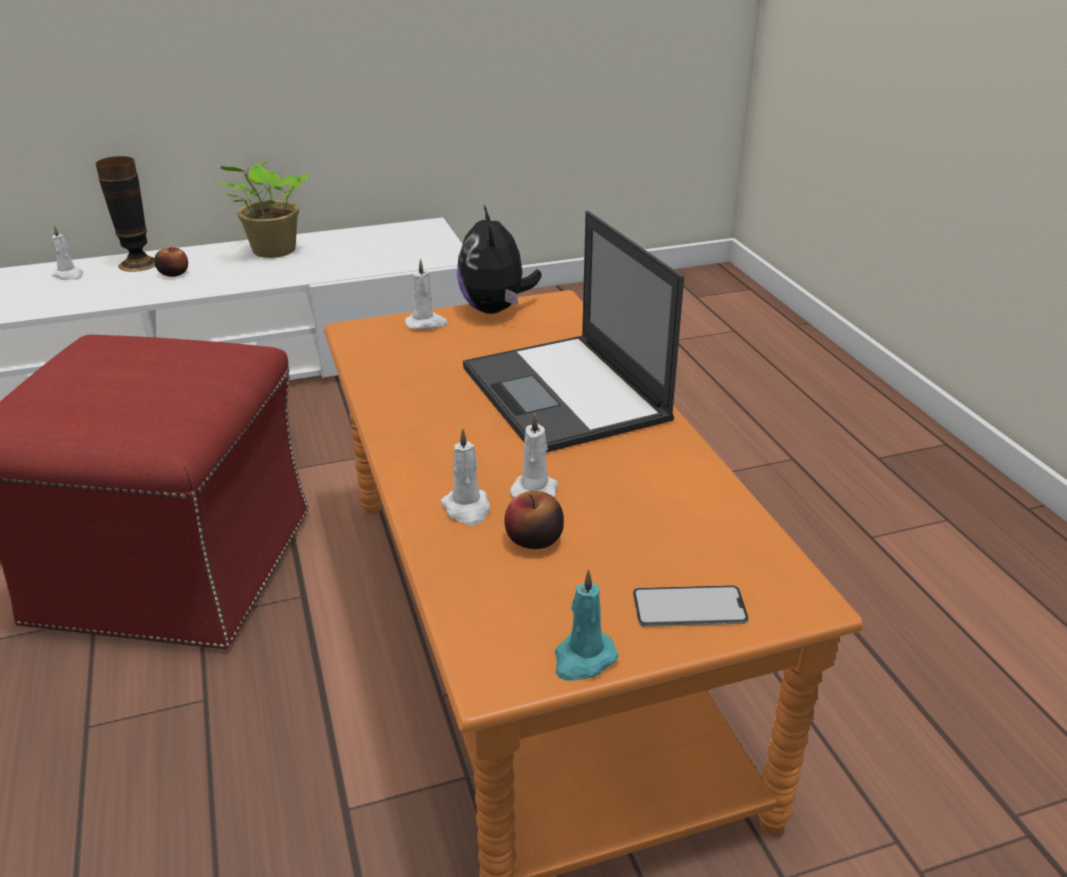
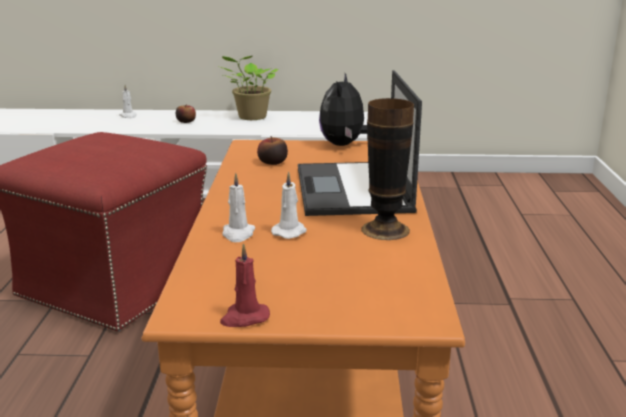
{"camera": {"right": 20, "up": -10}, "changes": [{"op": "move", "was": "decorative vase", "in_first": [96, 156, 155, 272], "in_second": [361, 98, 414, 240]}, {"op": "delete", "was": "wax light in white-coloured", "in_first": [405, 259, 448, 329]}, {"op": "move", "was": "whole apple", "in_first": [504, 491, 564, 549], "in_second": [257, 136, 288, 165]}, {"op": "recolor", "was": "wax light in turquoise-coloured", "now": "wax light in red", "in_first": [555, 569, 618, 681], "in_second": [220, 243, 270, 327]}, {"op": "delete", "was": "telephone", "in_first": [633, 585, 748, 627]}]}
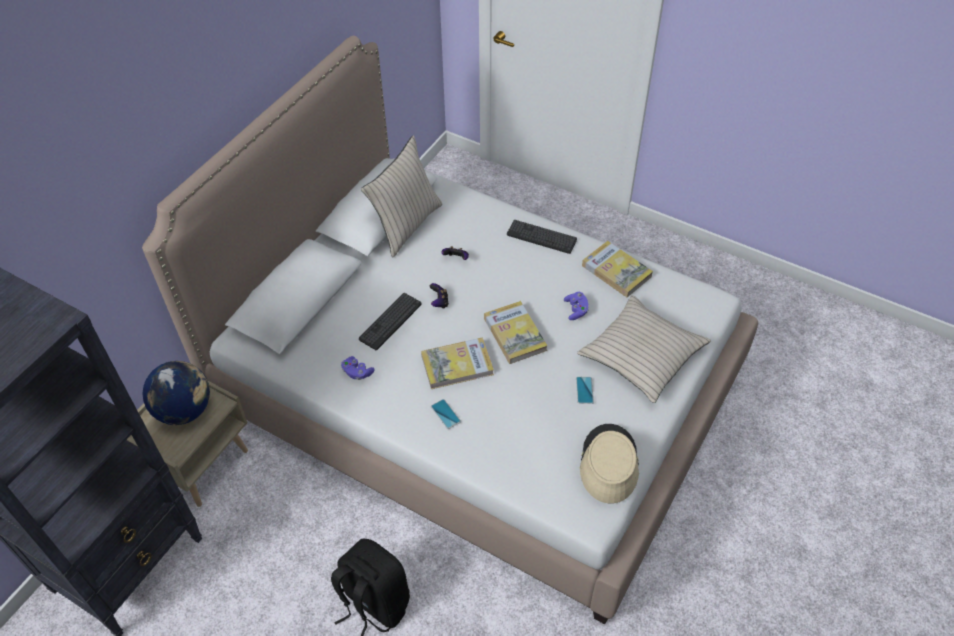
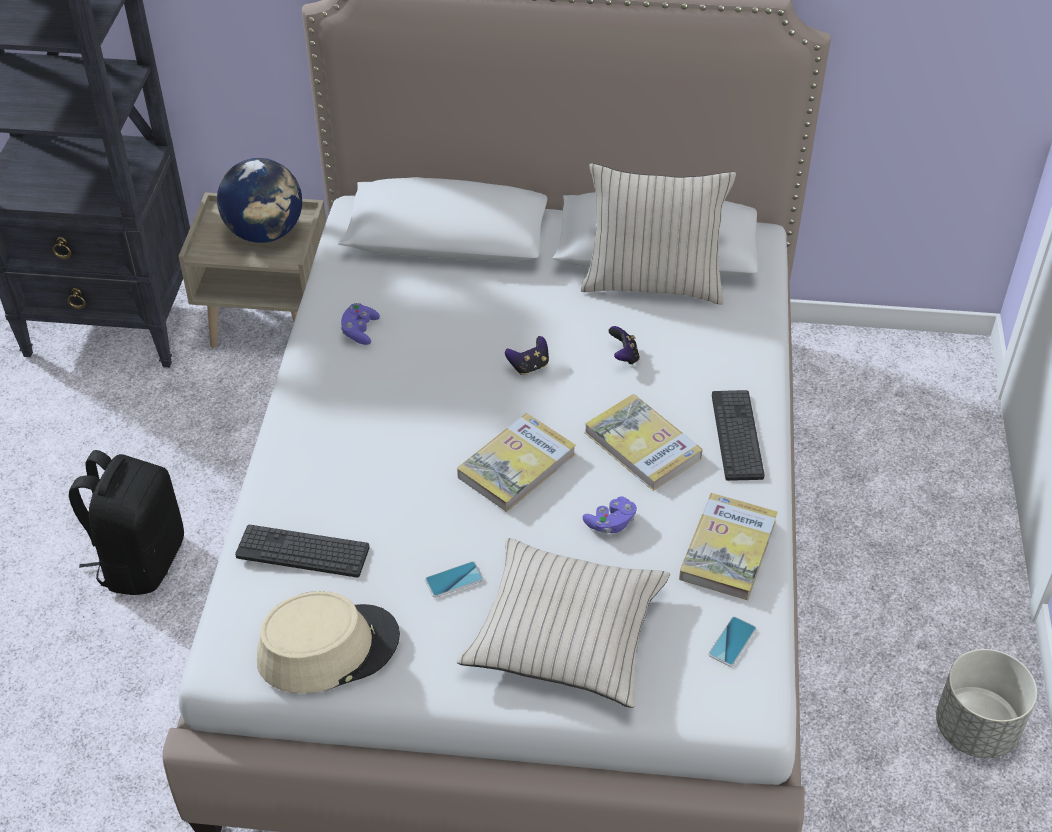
{"camera": {"right": 65, "up": -5}, "changes": [{"op": "move", "was": "keyboard", "in_first": [359, 293, 422, 350], "in_second": [235, 525, 370, 578]}, {"op": "move", "was": "book", "in_first": [421, 338, 494, 389], "in_second": [585, 394, 703, 491]}, {"op": "move", "was": "telephone", "in_first": [431, 399, 461, 429], "in_second": [708, 616, 757, 667]}, {"op": "insert", "now": "flower pot in greyish", "in_second": [936, 649, 1037, 758]}]}
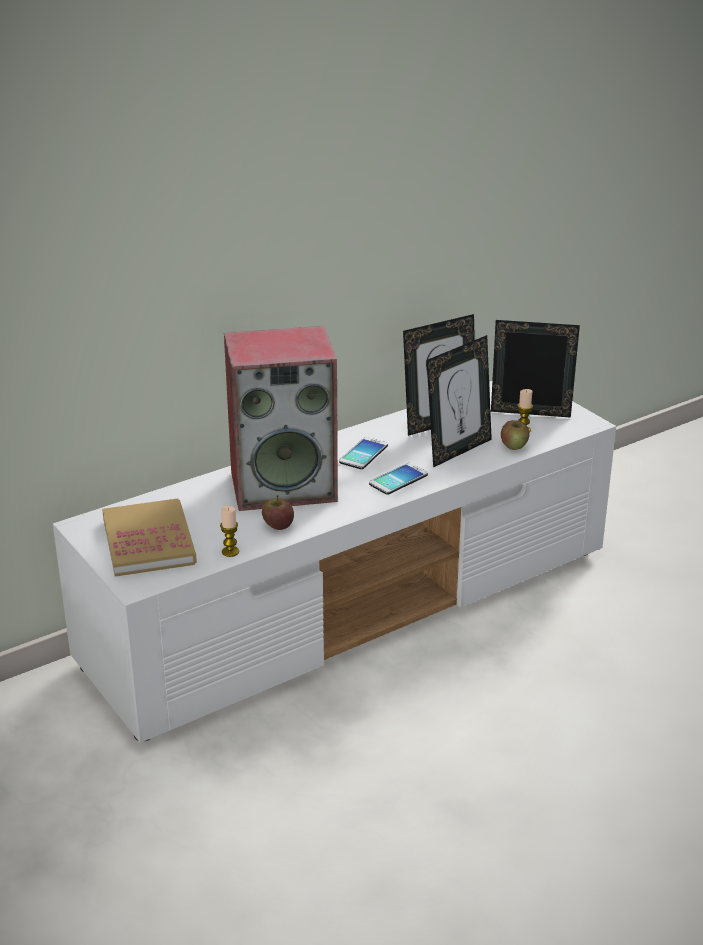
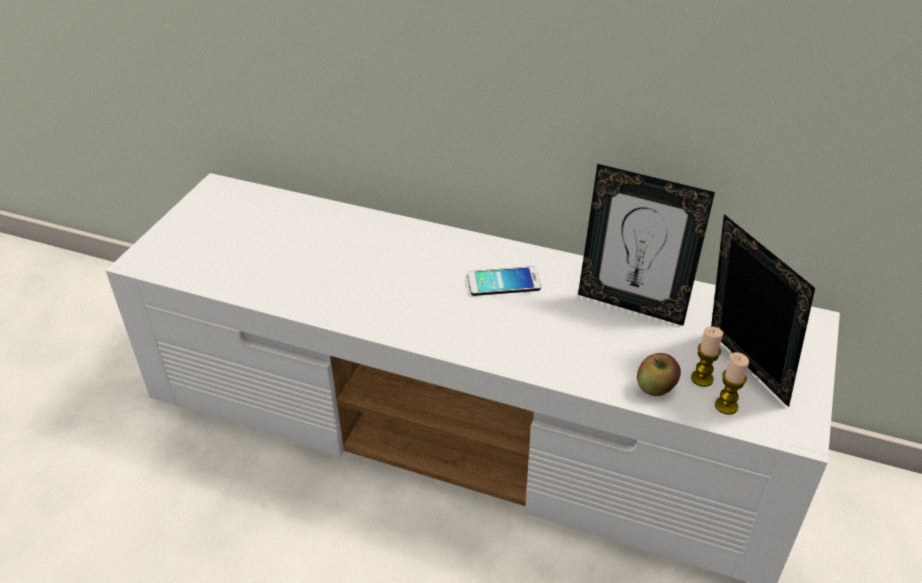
{"camera": {"right": 55, "up": 10}, "changes": [{"op": "delete", "was": "audio speaker", "in_first": [224, 326, 338, 511]}, {"op": "delete", "was": "photo frame", "in_first": [426, 335, 492, 467]}, {"op": "delete", "was": "telephone", "in_first": [369, 463, 428, 495]}, {"op": "delete", "was": "whole apple", "in_first": [262, 495, 294, 530]}, {"op": "delete", "was": "book", "in_first": [102, 498, 197, 577]}, {"op": "move", "was": "wax light", "in_first": [220, 506, 239, 557], "in_second": [715, 352, 749, 415]}]}
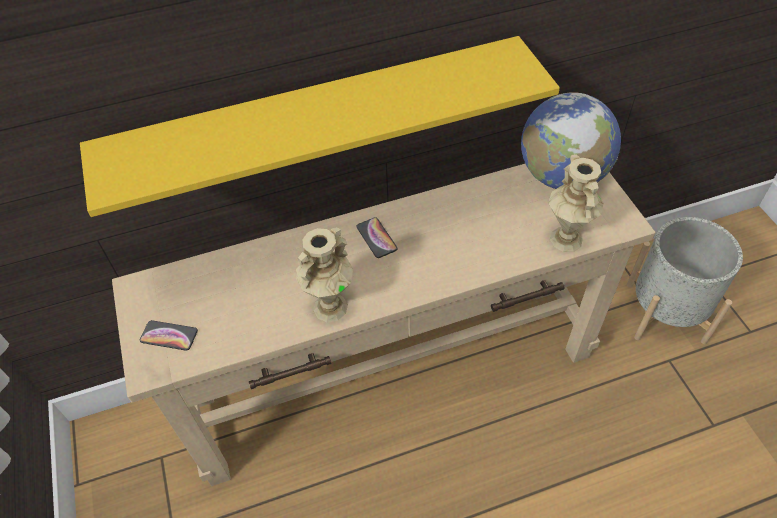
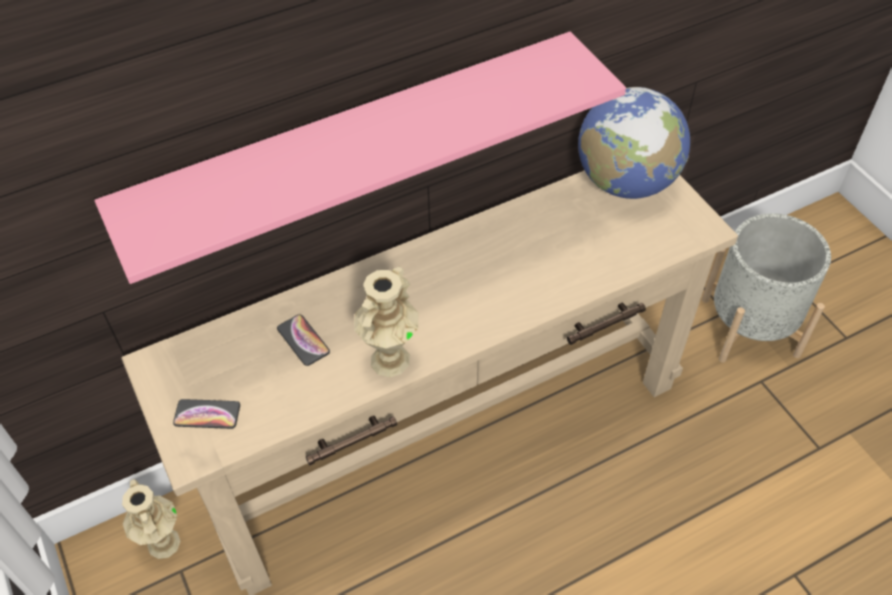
{"camera": {"right": -10, "up": 0}, "changes": [{"op": "recolor", "was": "shelf in yellow", "now": "shelf in pink-coloured", "in_first": [80, 36, 560, 217], "in_second": [94, 31, 626, 284]}, {"op": "move", "was": "decorative vase in beige", "in_first": [548, 154, 603, 252], "in_second": [122, 479, 180, 559]}, {"op": "move", "was": "telephone", "in_first": [356, 217, 398, 258], "in_second": [277, 314, 330, 366]}]}
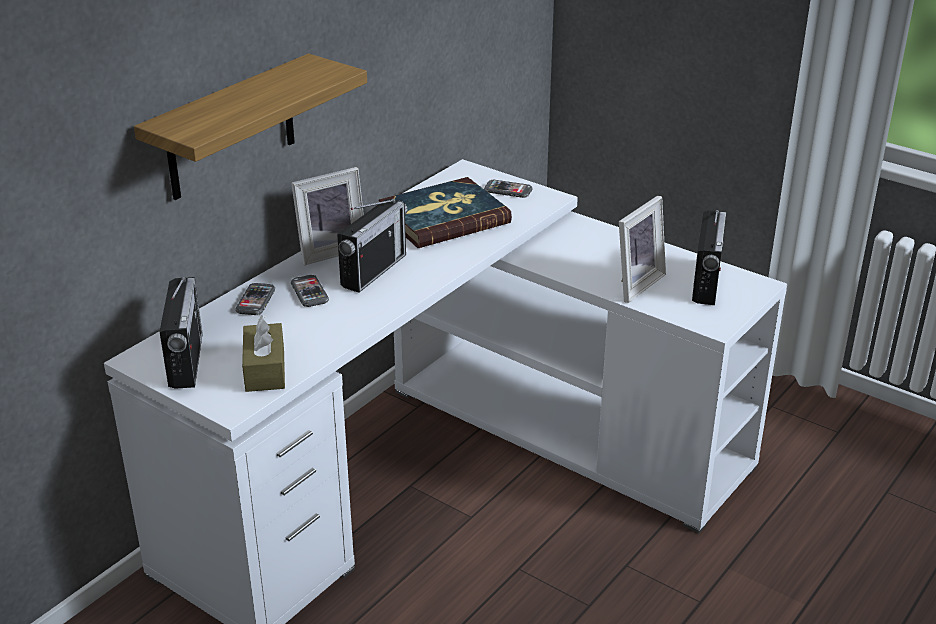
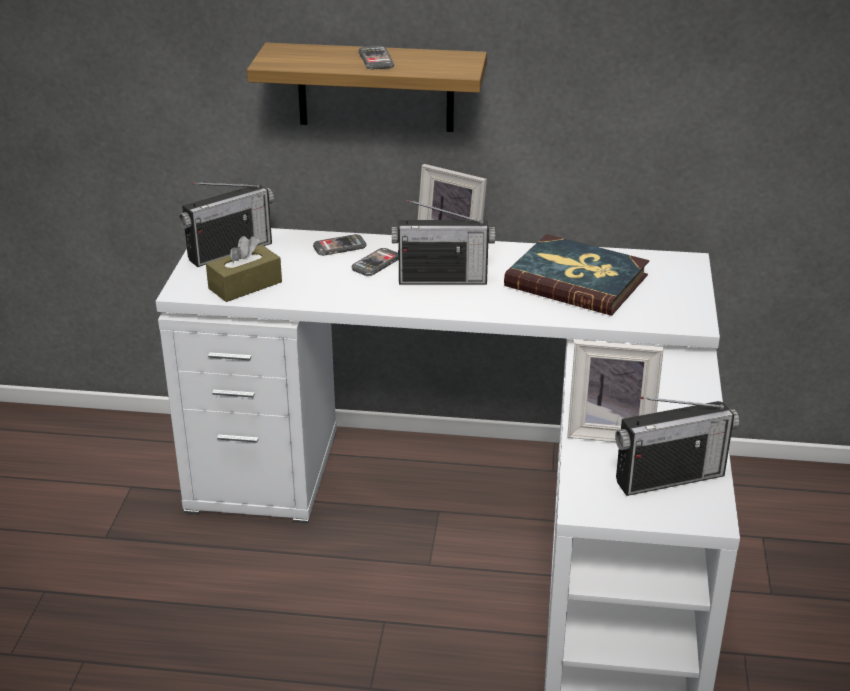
{"camera": {"right": 60, "up": 0}, "changes": [{"op": "move", "was": "telephone", "in_first": [484, 180, 533, 198], "in_second": [359, 46, 394, 70]}]}
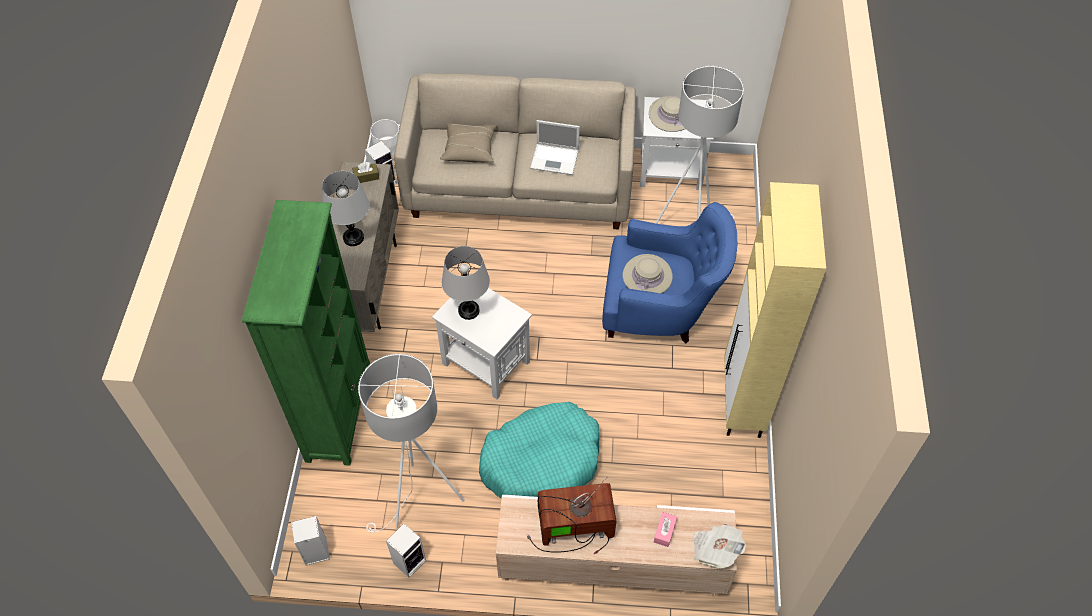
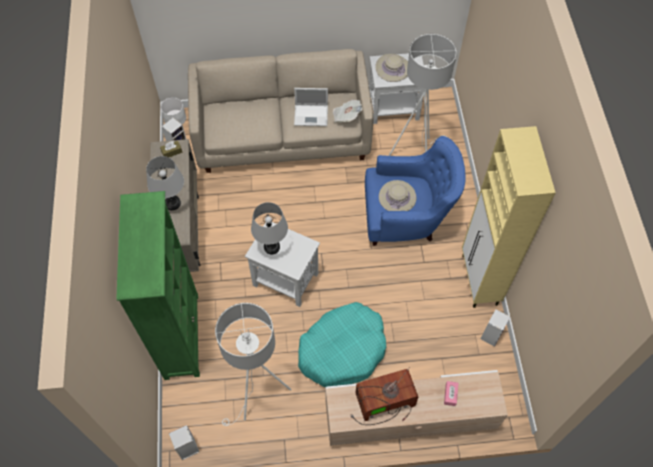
{"camera": {"right": -10, "up": 5}, "changes": [{"op": "delete", "was": "throw pillow in beige", "in_first": [440, 123, 497, 163]}, {"op": "move", "was": "audio speaker", "in_first": [386, 524, 426, 578], "in_second": [481, 309, 510, 347]}, {"op": "move", "was": "printed paper", "in_first": [694, 524, 746, 568], "in_second": [333, 100, 362, 123]}]}
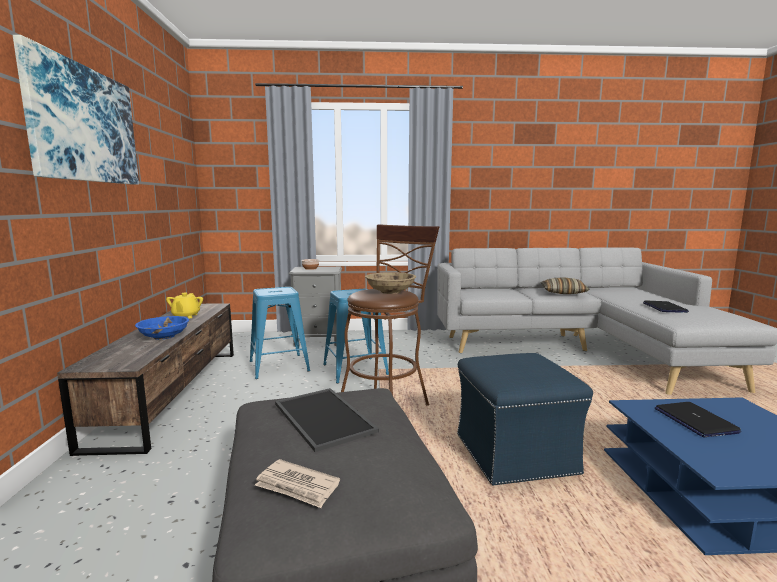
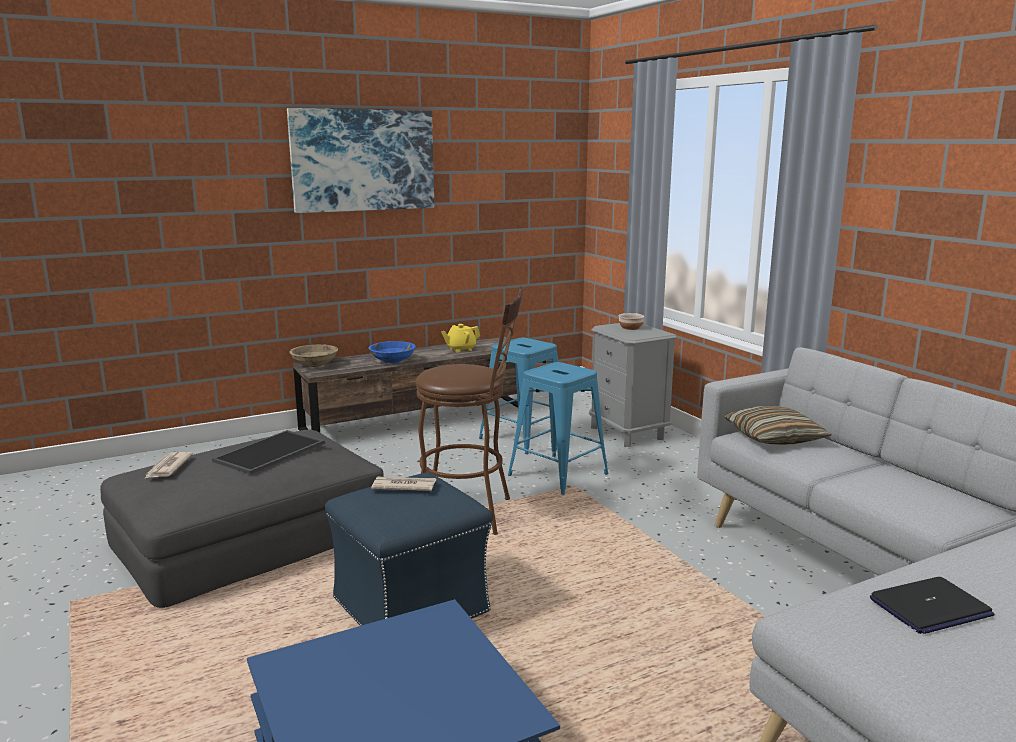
{"camera": {"right": 65, "up": 5}, "changes": [{"op": "move", "was": "serving bowl in beige", "in_first": [365, 272, 416, 294], "in_second": [289, 345, 338, 367]}, {"op": "move", "was": "throw pillow", "in_first": [540, 277, 589, 294], "in_second": [724, 406, 831, 445]}, {"op": "delete", "was": "laptop", "in_first": [655, 402, 741, 437]}, {"op": "insert", "now": "printed paper", "in_second": [371, 477, 436, 491]}]}
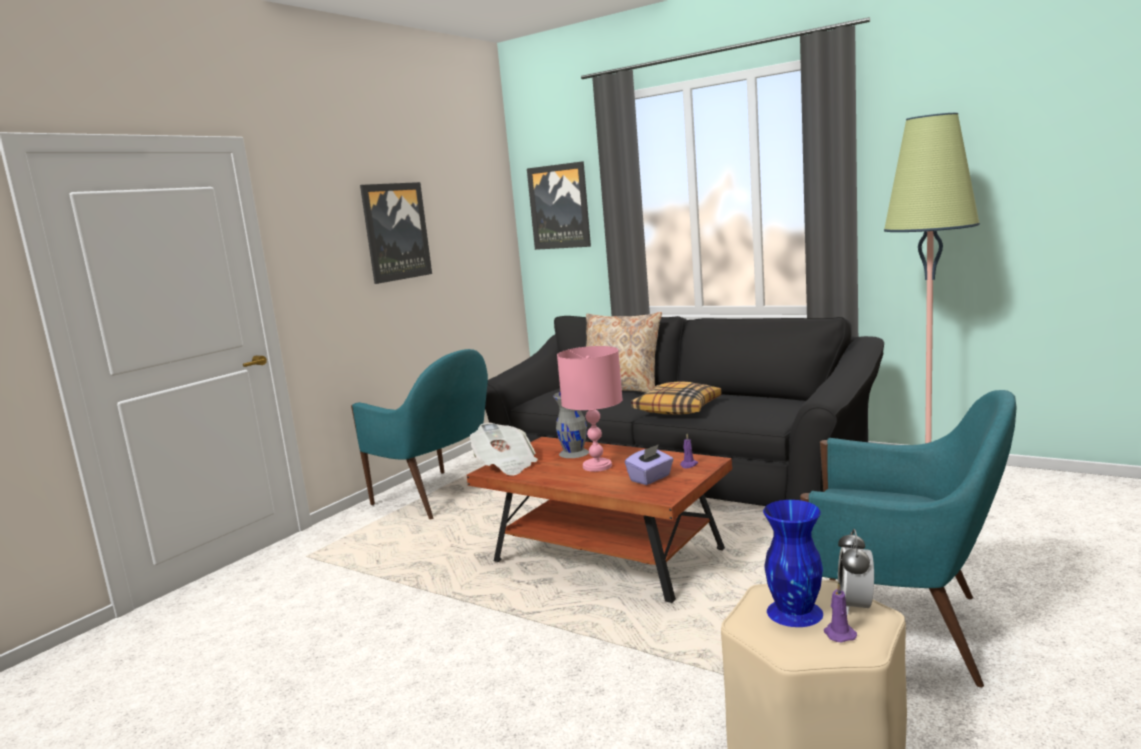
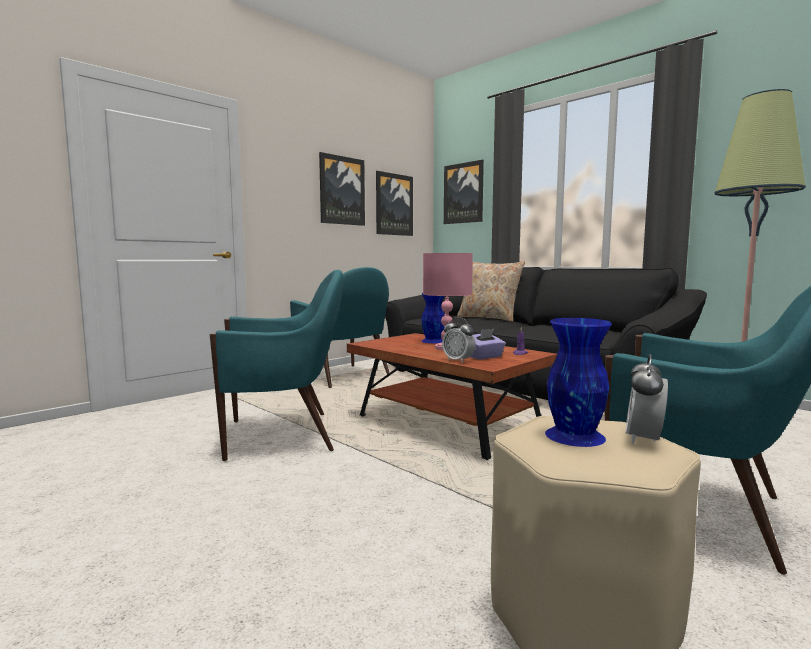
{"camera": {"right": 10, "up": -5}, "changes": [{"op": "delete", "was": "throw pillow", "in_first": [631, 382, 722, 415]}, {"op": "recolor", "was": "decorative vase in greyish", "now": "decorative vase in bluish", "in_first": [553, 392, 589, 458], "in_second": [421, 293, 445, 343]}, {"op": "delete", "was": "printed paper", "in_first": [469, 423, 538, 476]}, {"op": "delete", "was": "wax light in purple", "in_first": [824, 582, 857, 643]}, {"op": "insert", "now": "picture", "in_second": [376, 171, 413, 236]}, {"op": "insert", "now": "lounge chair in turquoise-coloured", "in_second": [210, 270, 343, 461]}, {"op": "insert", "now": "alarm clock", "in_second": [442, 317, 476, 363]}]}
